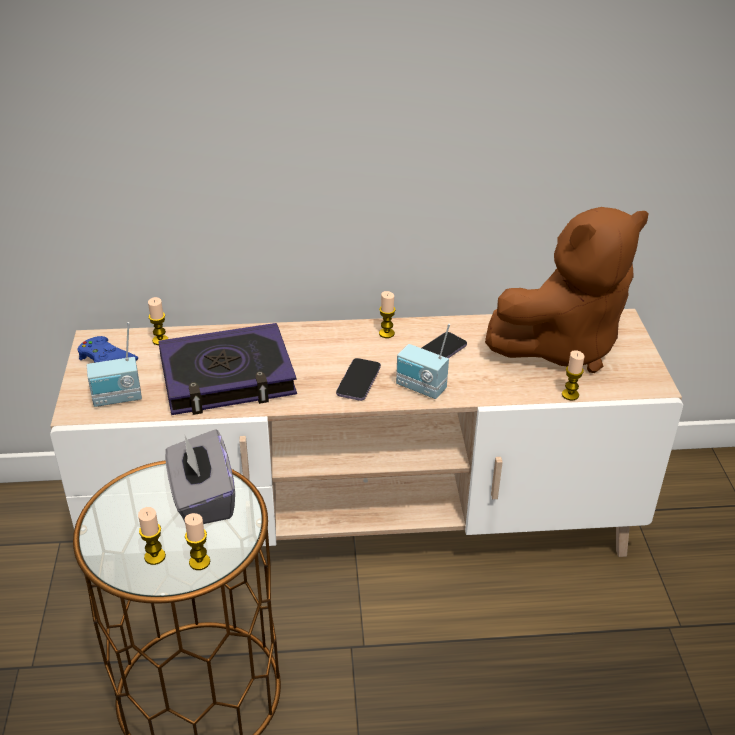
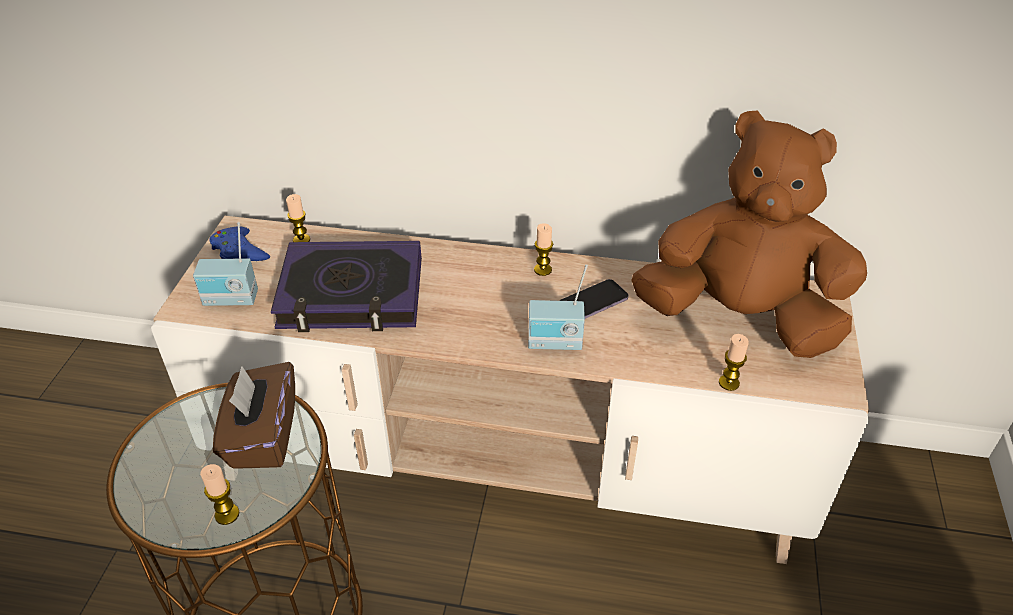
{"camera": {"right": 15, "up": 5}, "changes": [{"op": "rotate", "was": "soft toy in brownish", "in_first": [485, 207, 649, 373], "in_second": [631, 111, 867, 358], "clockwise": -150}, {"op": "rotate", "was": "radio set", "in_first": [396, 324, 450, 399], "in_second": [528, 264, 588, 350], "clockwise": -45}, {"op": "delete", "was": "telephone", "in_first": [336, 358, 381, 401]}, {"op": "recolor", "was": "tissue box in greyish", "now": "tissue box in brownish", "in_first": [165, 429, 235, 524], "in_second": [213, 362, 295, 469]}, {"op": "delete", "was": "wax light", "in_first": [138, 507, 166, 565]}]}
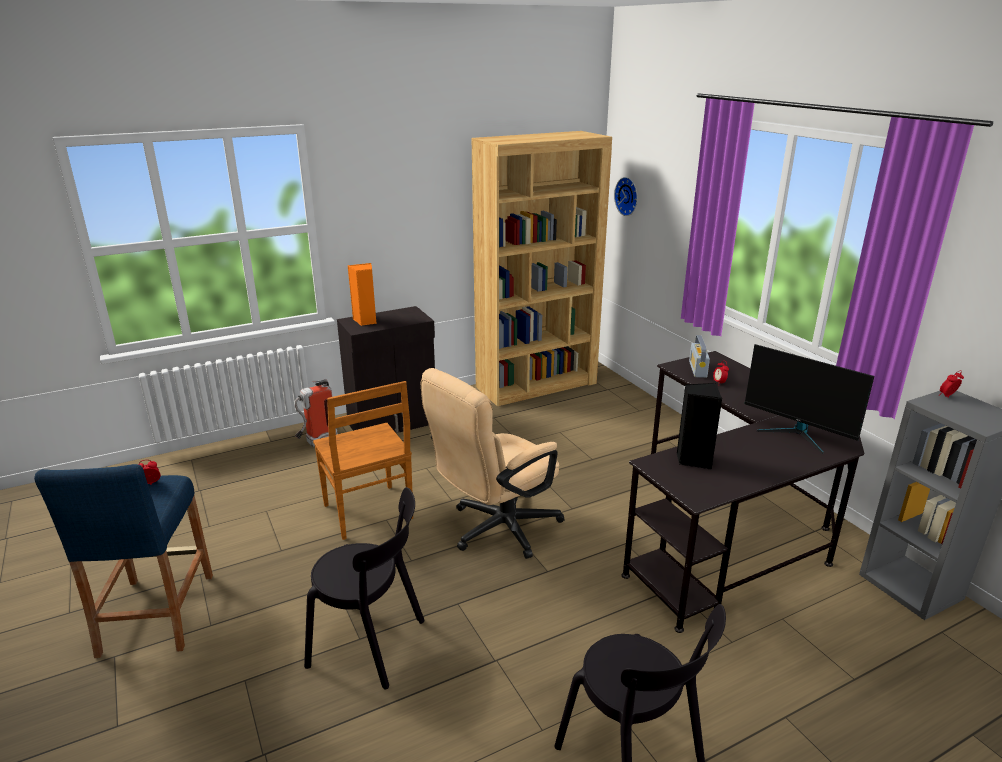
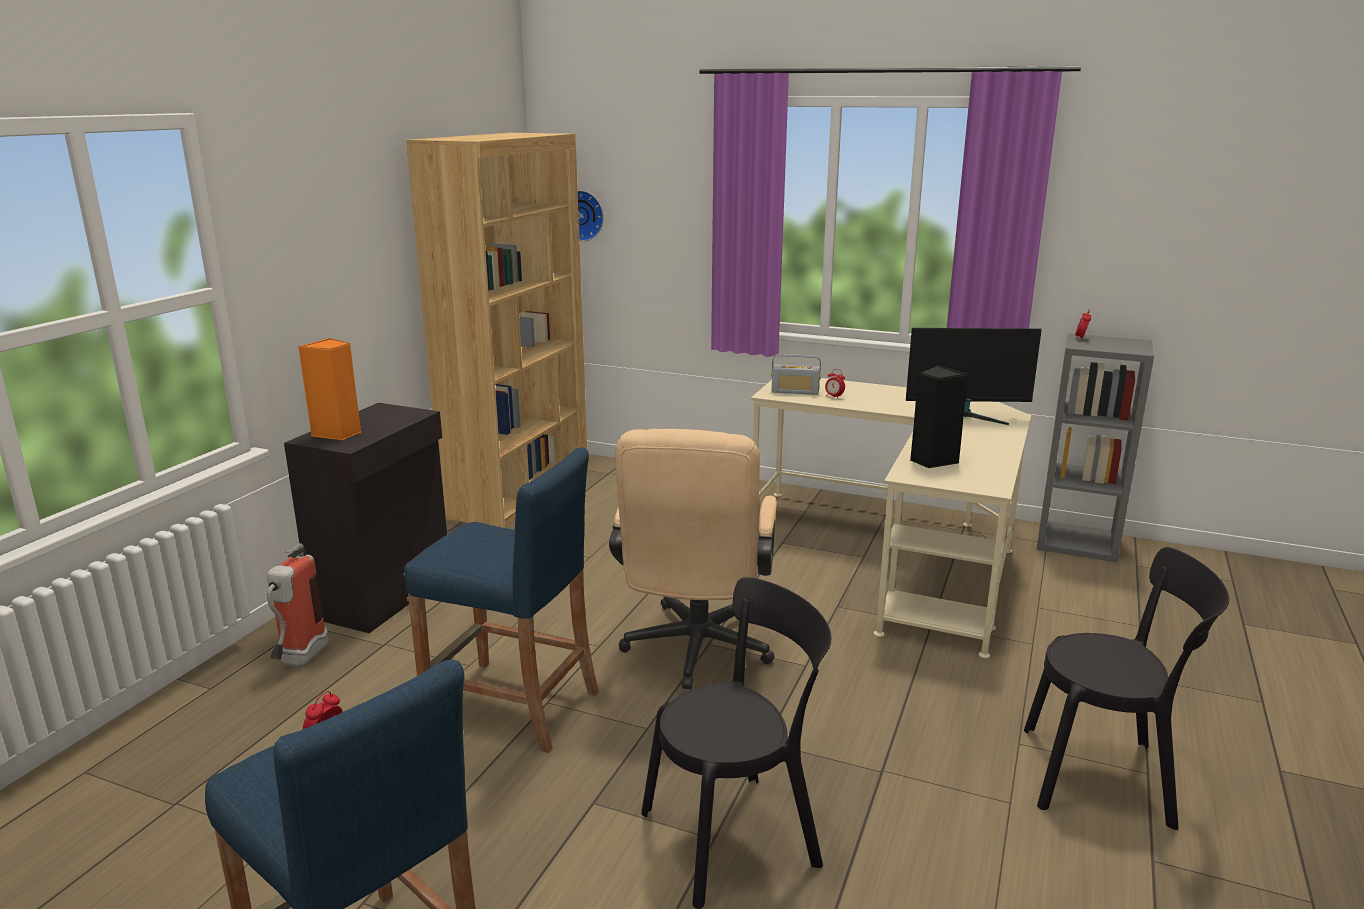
{"camera": {"right": -40, "up": -5}, "changes": [{"op": "rotate", "was": "radio set", "in_first": [689, 335, 710, 378], "in_second": [771, 354, 821, 395], "clockwise": -45}, {"op": "recolor", "was": "desk table in black-coloured", "now": "desk table in beige", "in_first": [622, 351, 864, 633], "in_second": [751, 378, 1031, 658]}, {"op": "replace", "was": "plain chair in brownish", "now": "stool in bluish", "in_first": [313, 381, 413, 540], "in_second": [404, 447, 599, 753]}]}
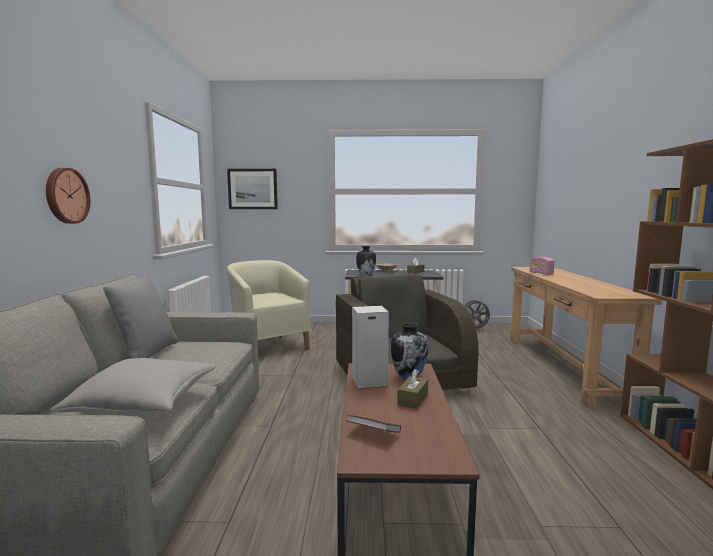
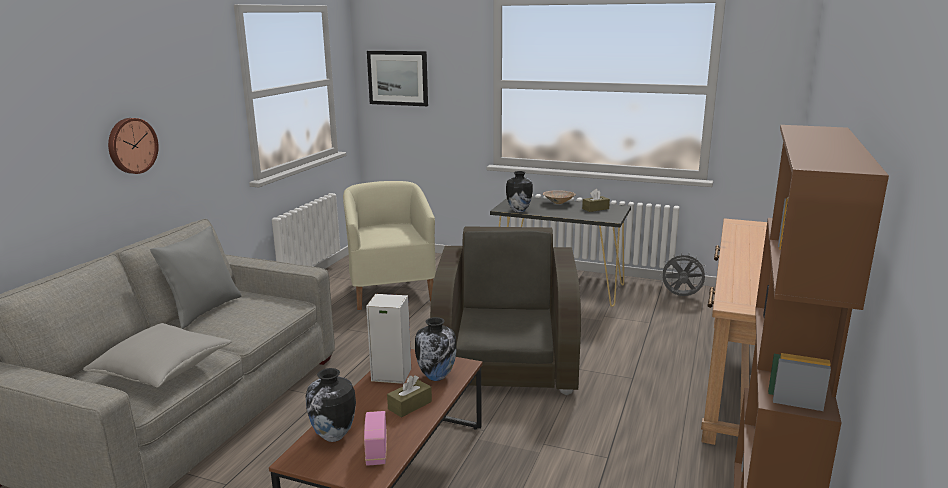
{"camera": {"right": 20, "up": 10}, "changes": [{"op": "move", "was": "radio set", "in_first": [530, 257, 555, 275], "in_second": [364, 411, 387, 466]}, {"op": "replace", "was": "book", "now": "decorative vase", "in_first": [346, 415, 401, 433], "in_second": [306, 368, 356, 442]}]}
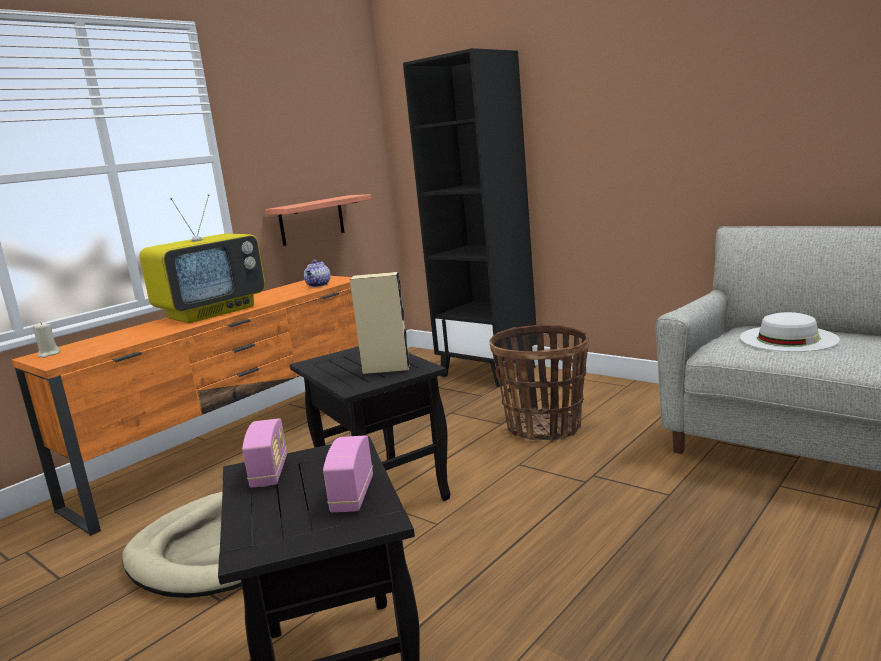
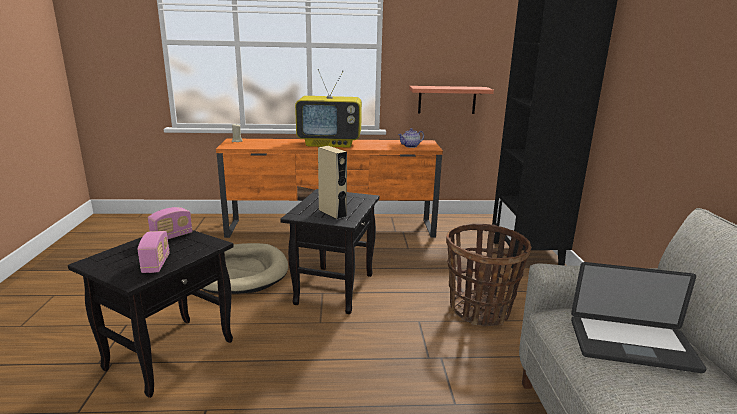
{"camera": {"right": 45, "up": 5}, "changes": [{"op": "replace", "was": "clothing hat in white-coloured", "now": "laptop", "in_first": [740, 312, 840, 352], "in_second": [571, 262, 707, 373]}, {"op": "rotate", "was": "radio set", "in_first": [323, 436, 373, 512], "in_second": [137, 231, 170, 273], "clockwise": 120}]}
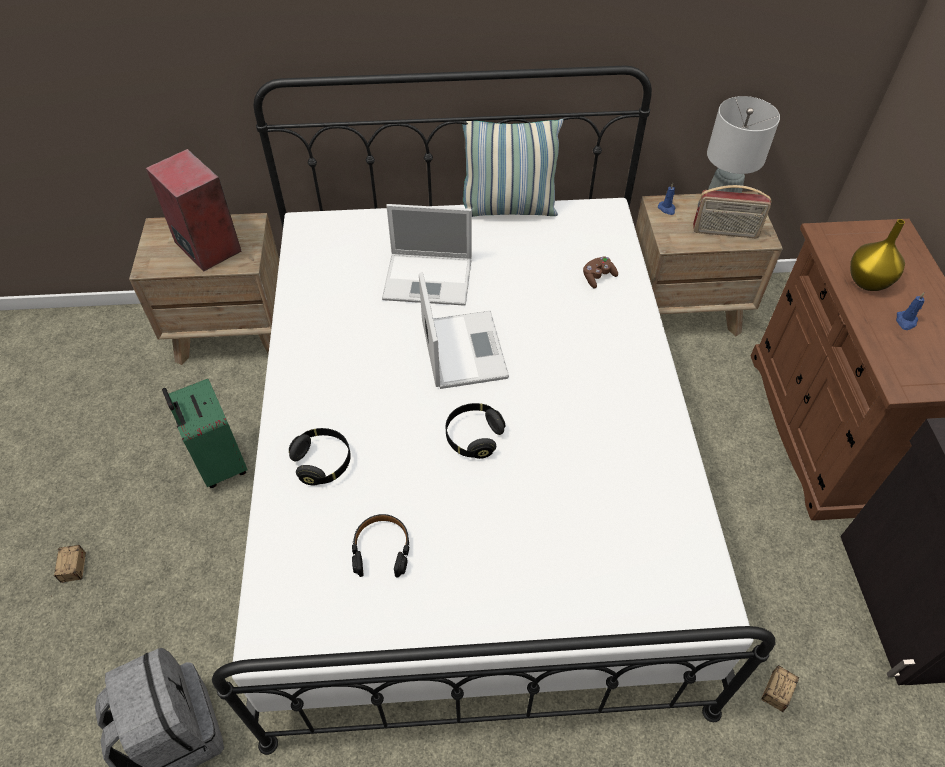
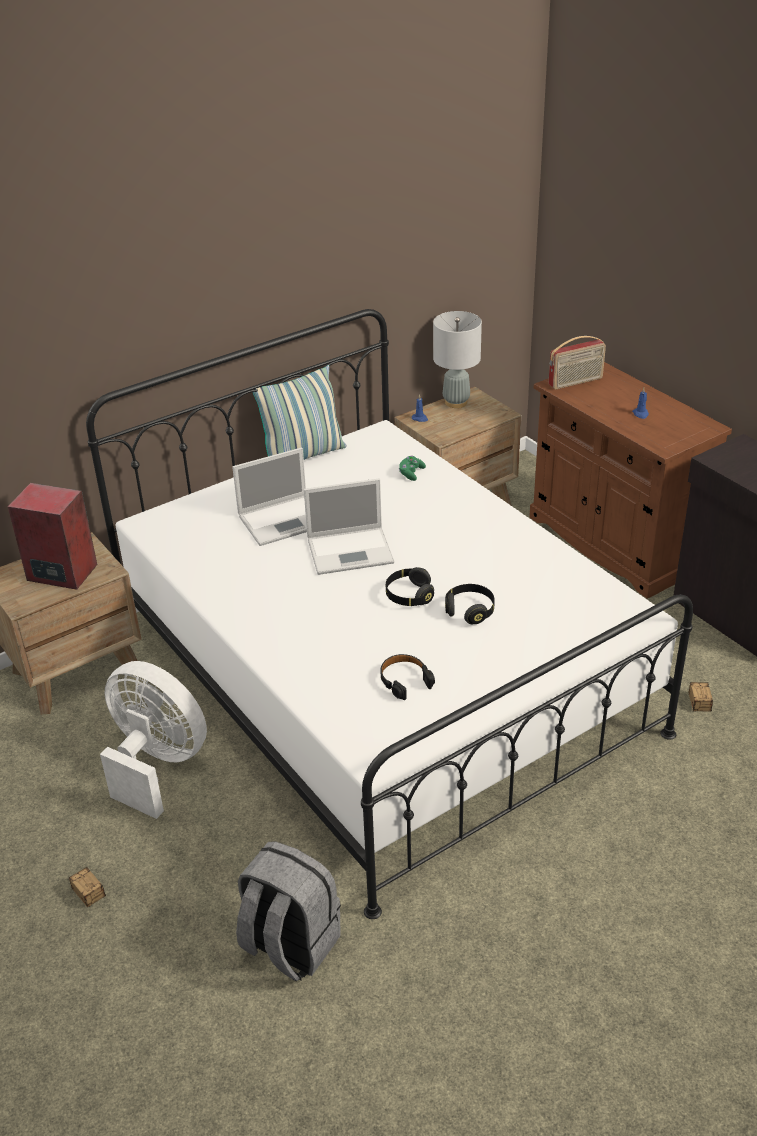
{"camera": {"right": -30, "up": -15}, "changes": [{"op": "move", "was": "radio set", "in_first": [693, 185, 771, 238], "in_second": [548, 336, 606, 390]}, {"op": "delete", "was": "decorative vase in yellow", "in_first": [850, 219, 905, 291]}, {"op": "recolor", "was": "joypad in brownish", "now": "joypad in green-coloured", "in_first": [583, 256, 618, 289], "in_second": [399, 456, 426, 481]}, {"op": "rotate", "was": "laptop", "in_first": [419, 272, 509, 389], "in_second": [304, 478, 394, 575], "clockwise": 120}, {"op": "replace", "was": "suitcase in green-coloured", "now": "cooling fan in white-coloured", "in_first": [162, 379, 247, 488], "in_second": [100, 661, 207, 819]}, {"op": "move", "was": "pair of headphones in black-coloured", "in_first": [289, 428, 351, 485], "in_second": [445, 584, 495, 624]}]}
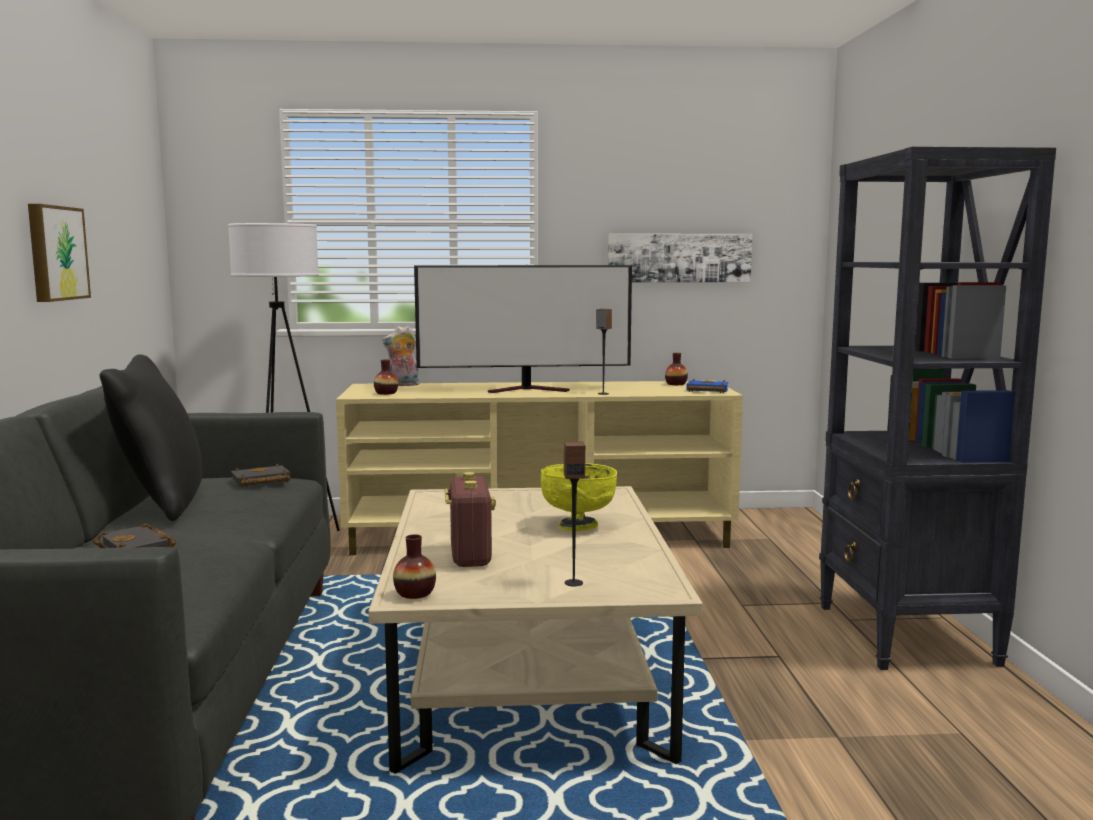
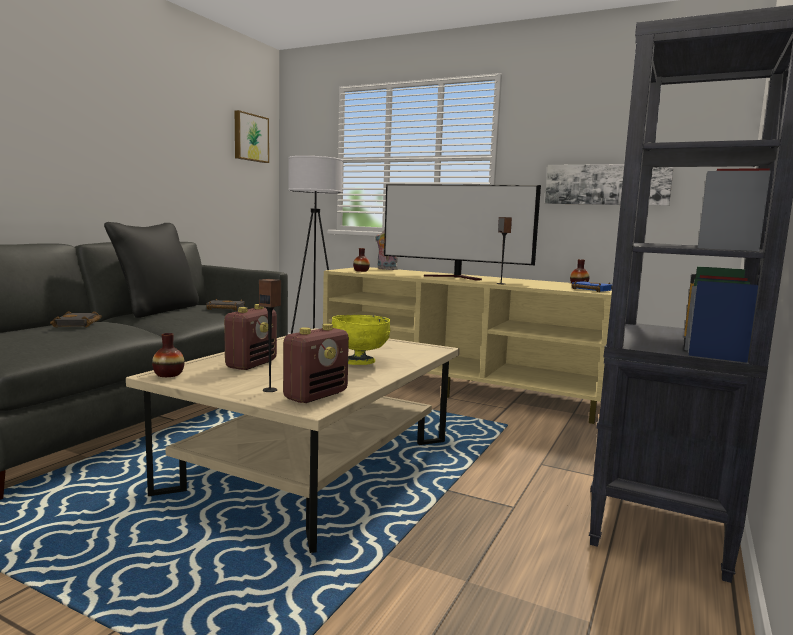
{"camera": {"right": 30, "up": 0}, "changes": [{"op": "move", "was": "picture", "in_first": [28, 204, 91, 302], "in_second": [235, 110, 269, 163]}, {"op": "insert", "now": "radio set", "in_second": [283, 324, 349, 403]}]}
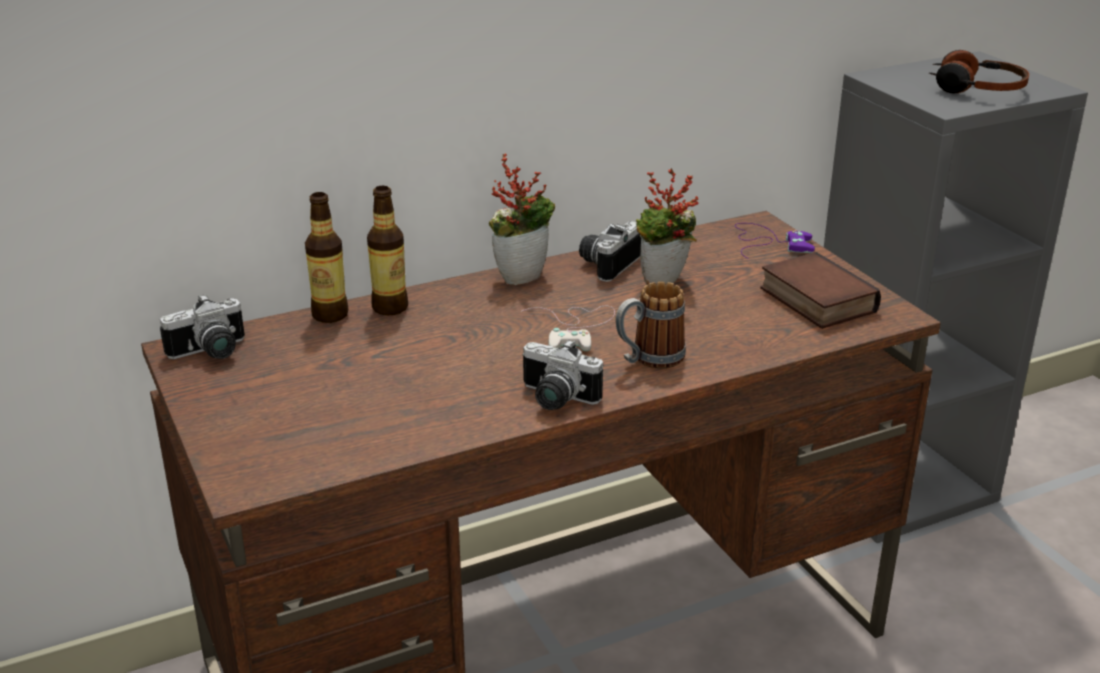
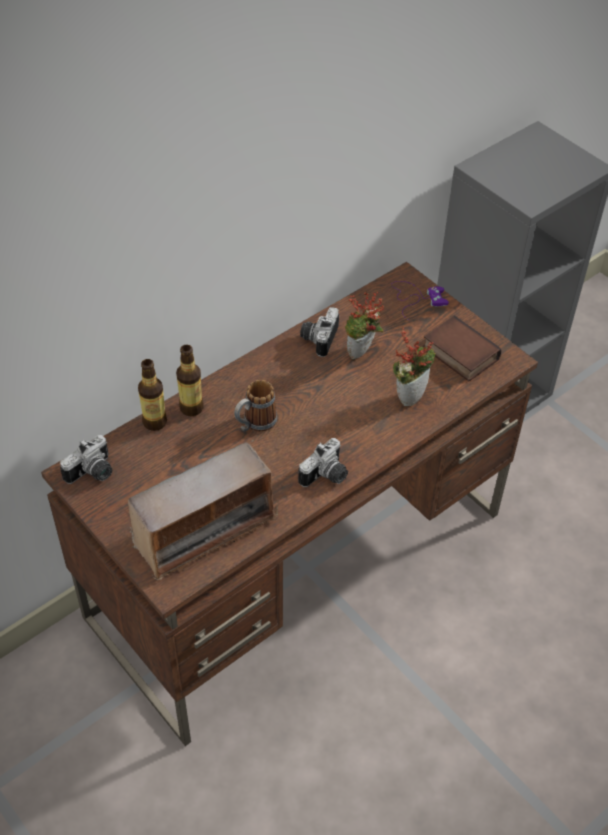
{"camera": {"right": -15, "up": 20}, "changes": [{"op": "delete", "was": "pair of headphones", "in_first": [929, 50, 1029, 94]}, {"op": "move", "was": "potted plant", "in_first": [489, 153, 555, 285], "in_second": [393, 327, 435, 406]}, {"op": "move", "was": "coffee mug", "in_first": [615, 282, 686, 369], "in_second": [234, 380, 277, 432]}, {"op": "delete", "was": "joypad in white-coloured", "in_first": [521, 306, 615, 351]}, {"op": "rotate", "was": "still camera", "in_first": [522, 339, 603, 410], "in_second": [298, 438, 348, 487], "clockwise": -60}, {"op": "insert", "now": "radio set", "in_second": [128, 440, 279, 580]}]}
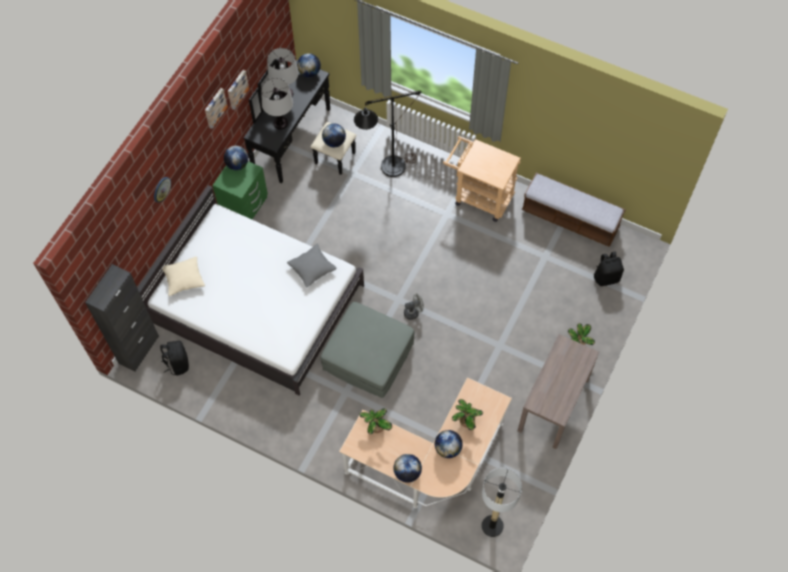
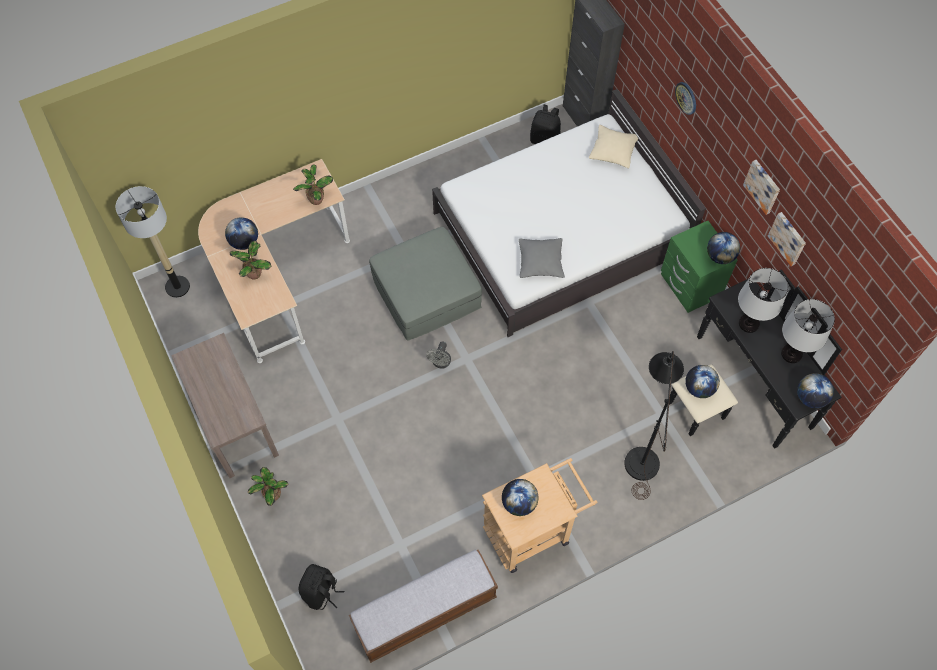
{"camera": {"right": 125, "up": 0}, "changes": [{"op": "move", "was": "world globe", "in_first": [393, 454, 422, 483], "in_second": [502, 479, 539, 516]}]}
